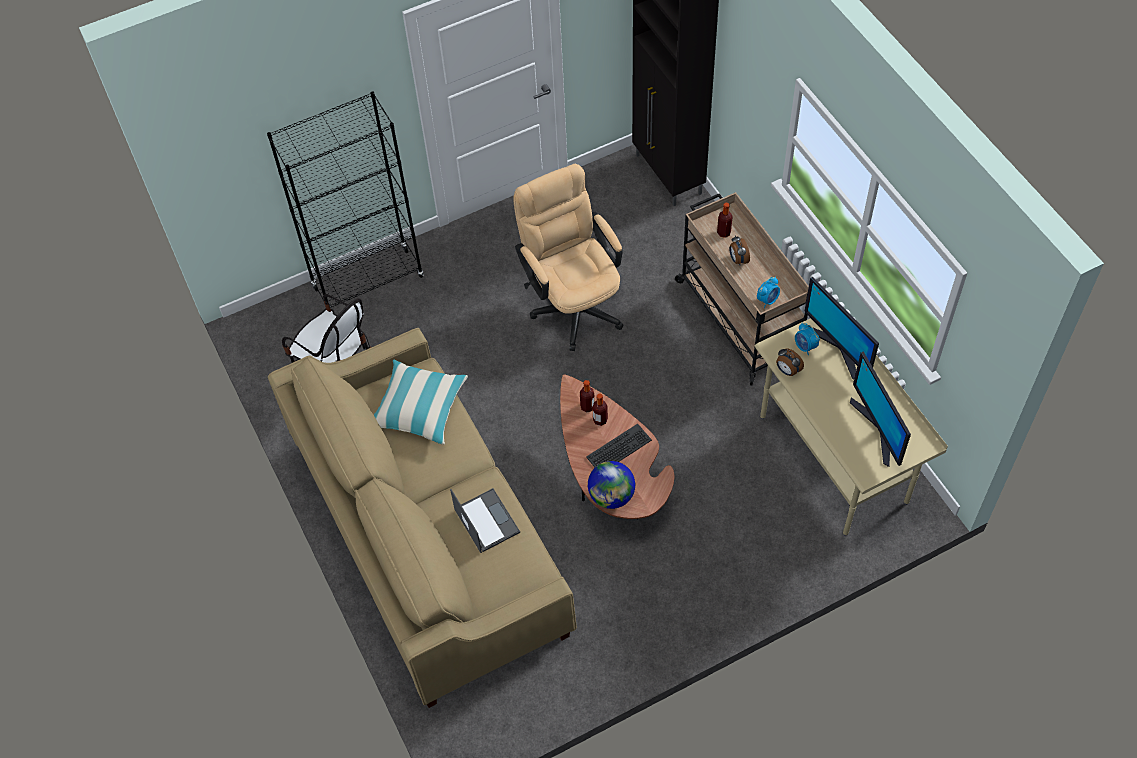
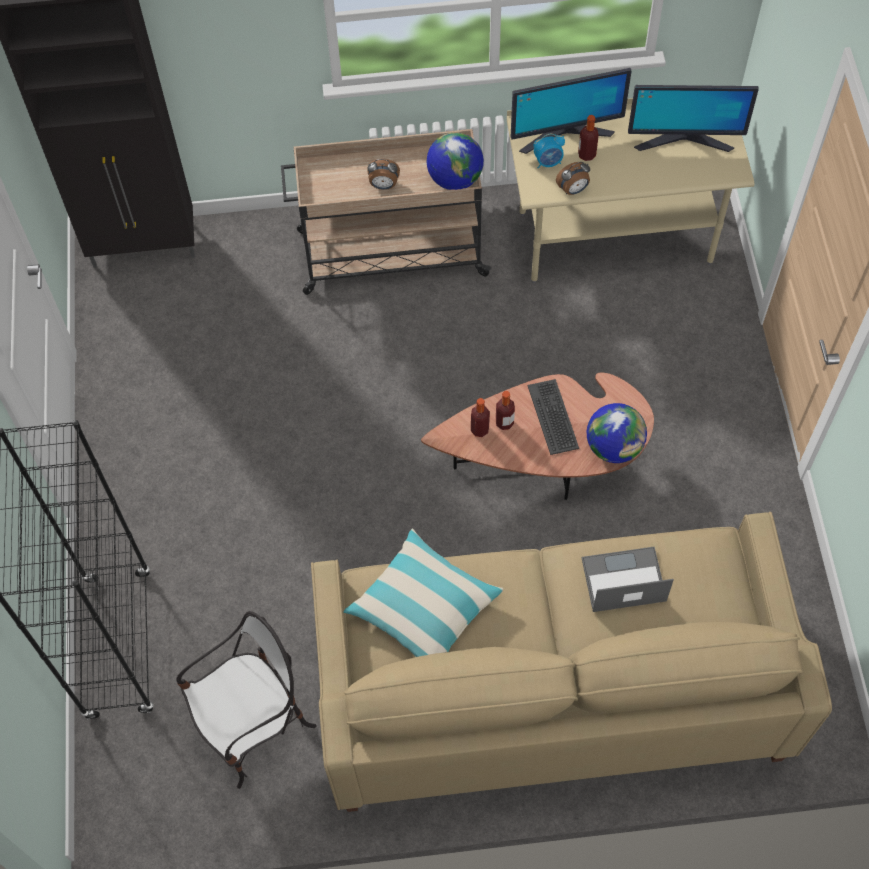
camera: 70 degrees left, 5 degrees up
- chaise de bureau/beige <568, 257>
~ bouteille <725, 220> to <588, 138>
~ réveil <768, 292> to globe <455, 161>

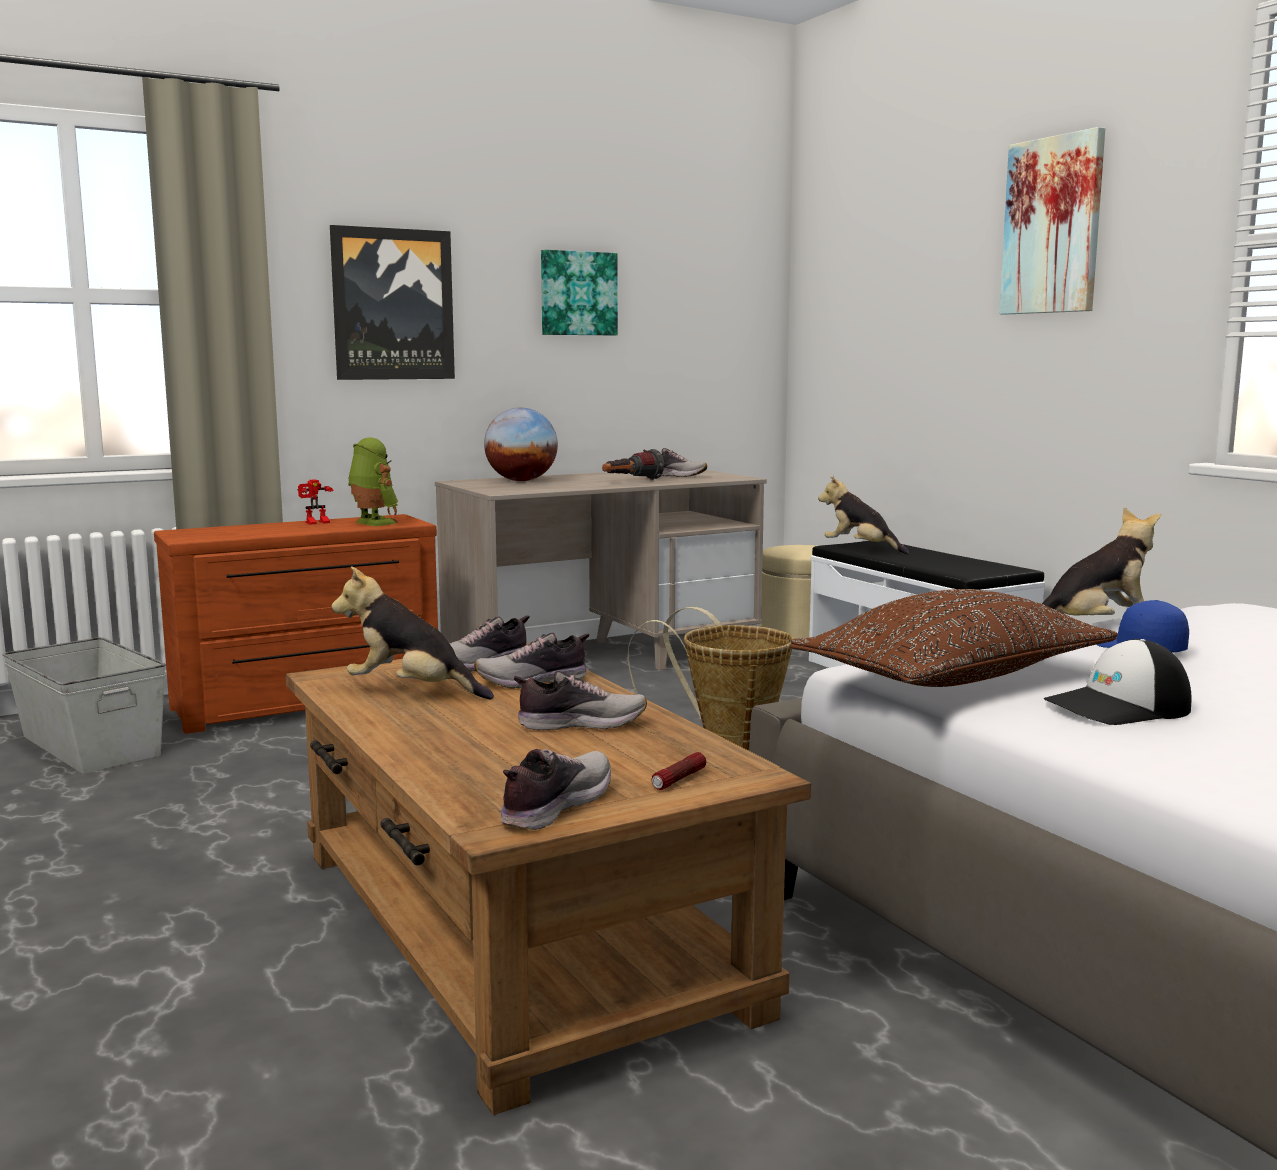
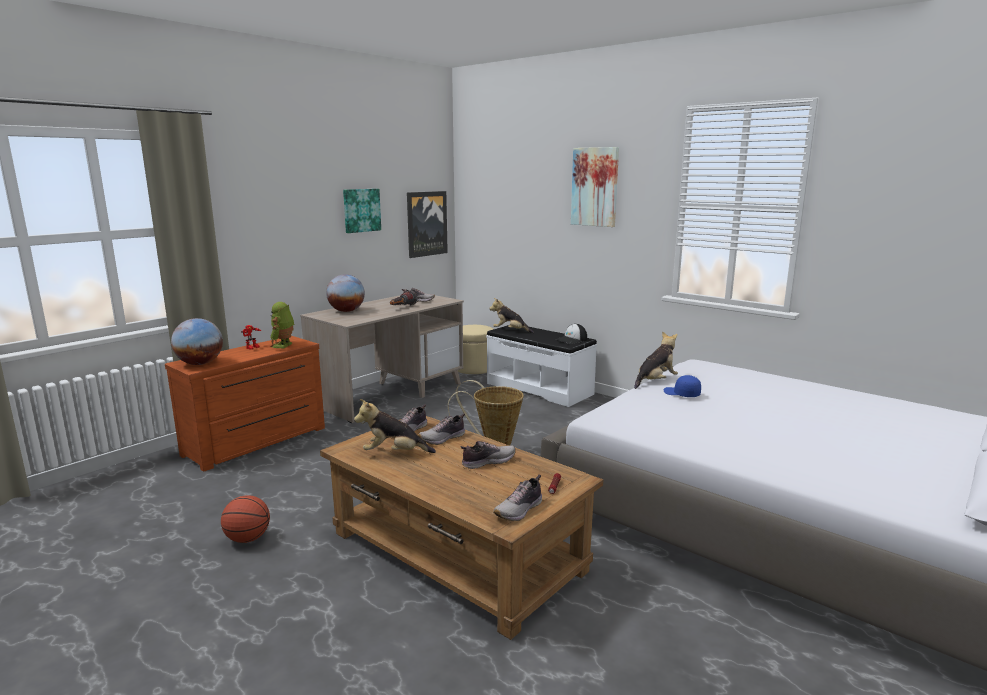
camera: 20 degrees left, 5 degrees up
- boîte de rangement/gris <84, 705>
~ tableau <392, 302> to <427, 224>
~ robot jouet <373, 481> = <282, 325> 105 degrees counterclockwise
~ chaussure <556, 789> = <517, 498> 150 degrees counterclockwise
- coussin/marron <954, 638>
~ casquette <1117, 682> to <571, 334>
+ globe <197, 341>
+ ballon de basket <245, 519>

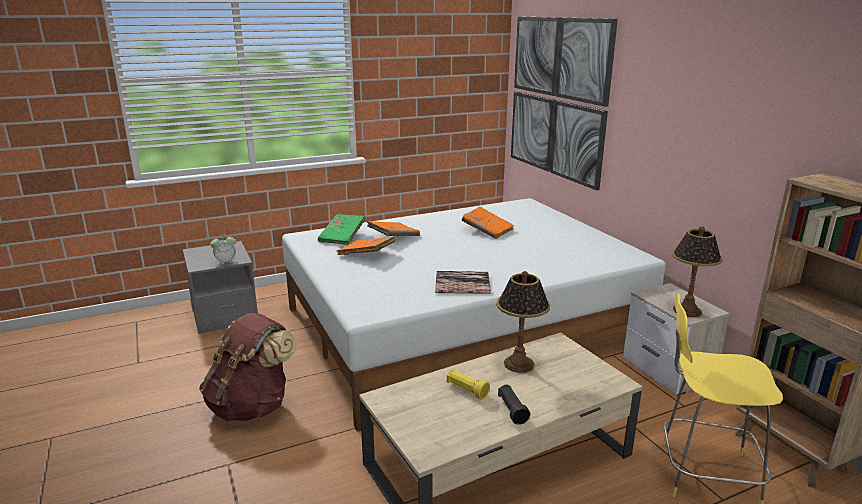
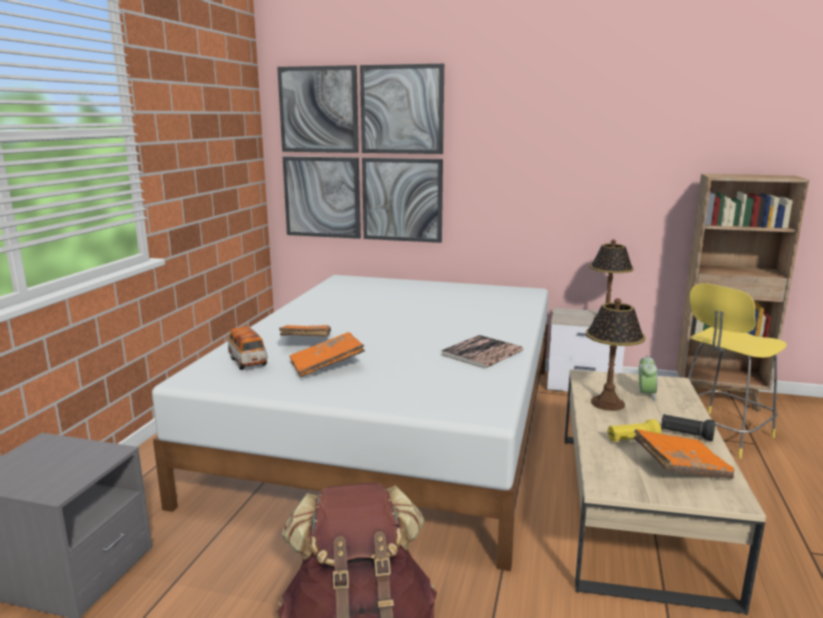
camera: 50 degrees left, 5 degrees down
~ réveil <223, 250> to <648, 378>
~ livre/vert <341, 229> to petite voiture <247, 348>
~ livre/orange <488, 223> to <683, 454>

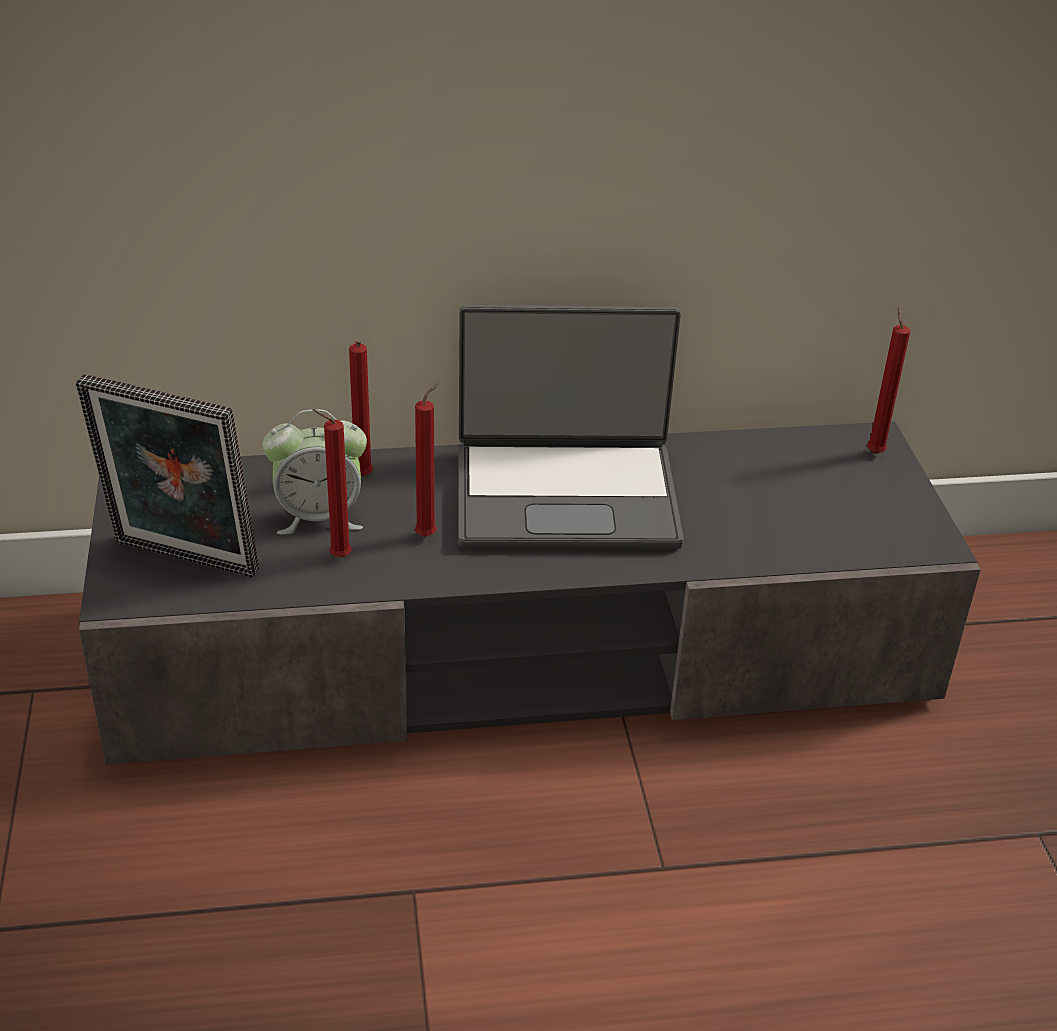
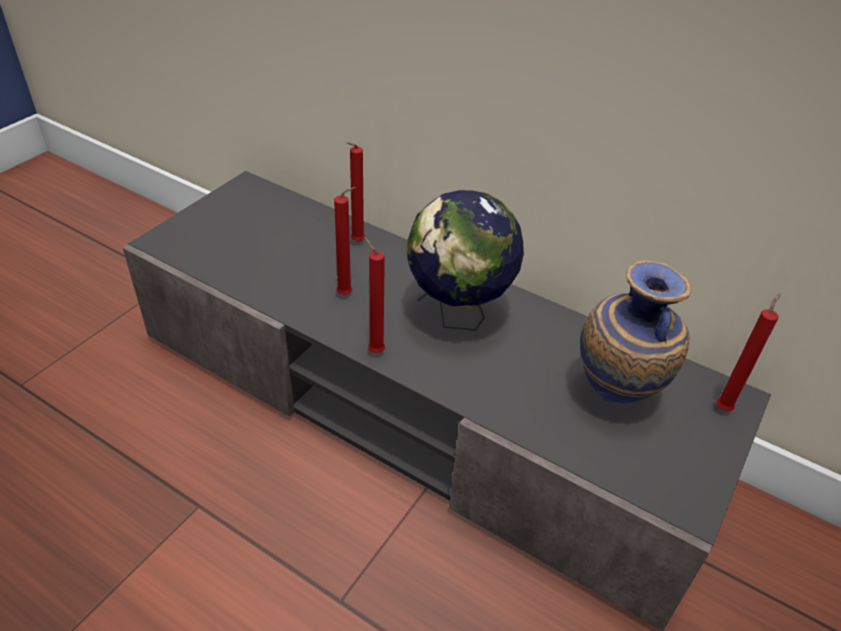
camera: 40 degrees right, 5 degrees up
- cadre photo <167, 476>
- réveil <314, 471>
~ bougie/rouge <332, 483> to <374, 295>
~ ordinateur portable <571, 427> to globe <465, 260>
+ vase <635, 331>

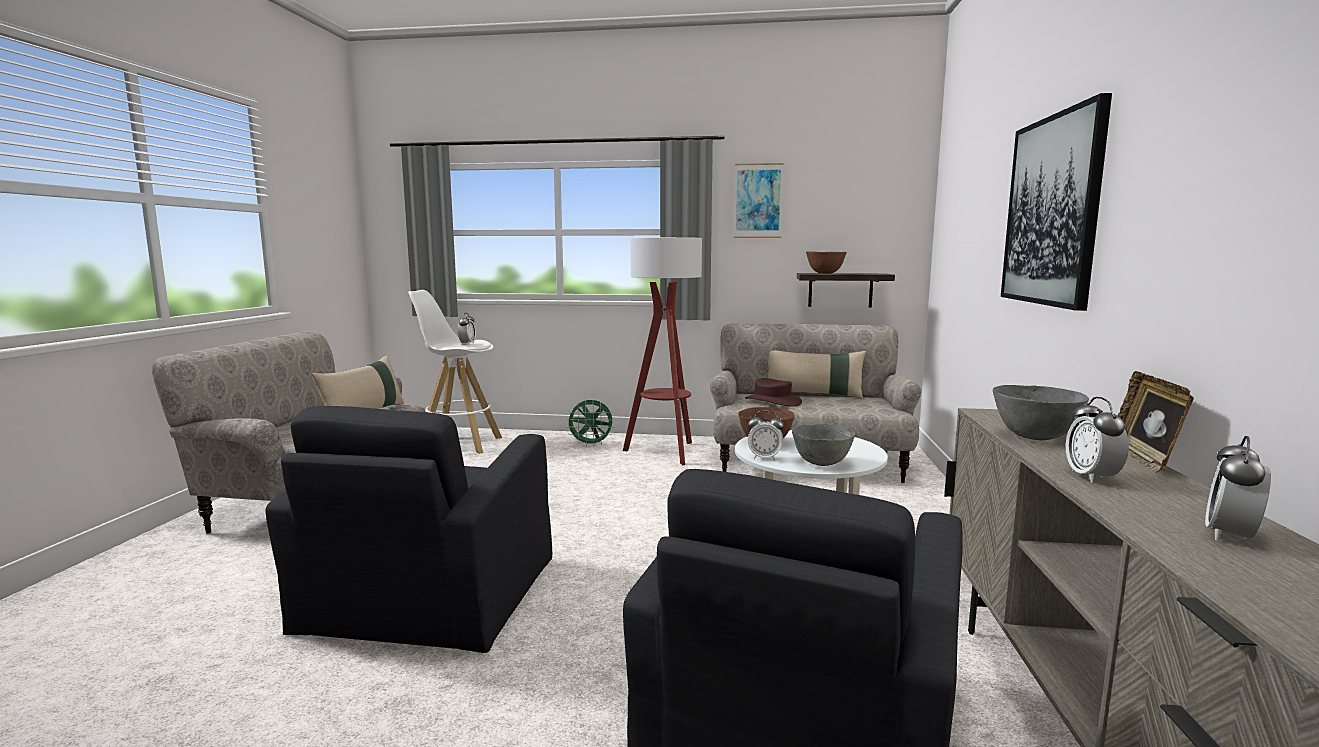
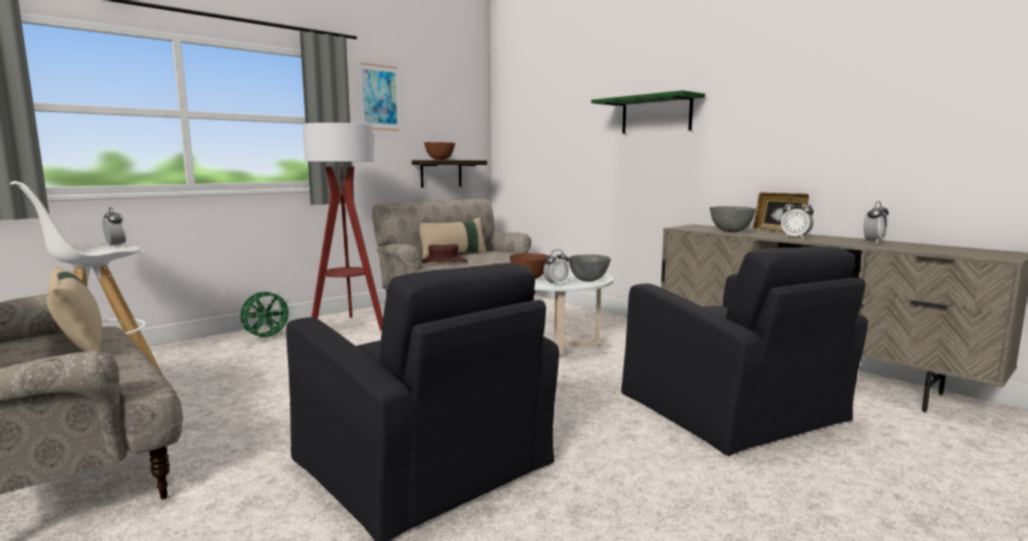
camera: 50 degrees left, 0 degrees up
~ tableau <1056, 202> to étagère/vert <648, 112>
~ réveil <1238, 488> = <876, 222> 120 degrees counterclockwise

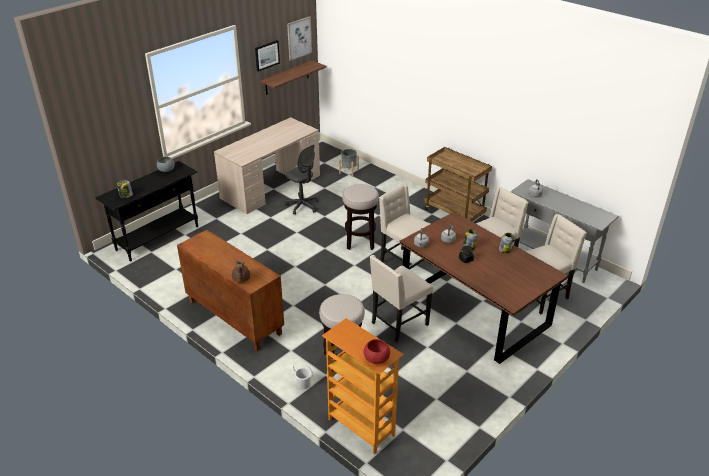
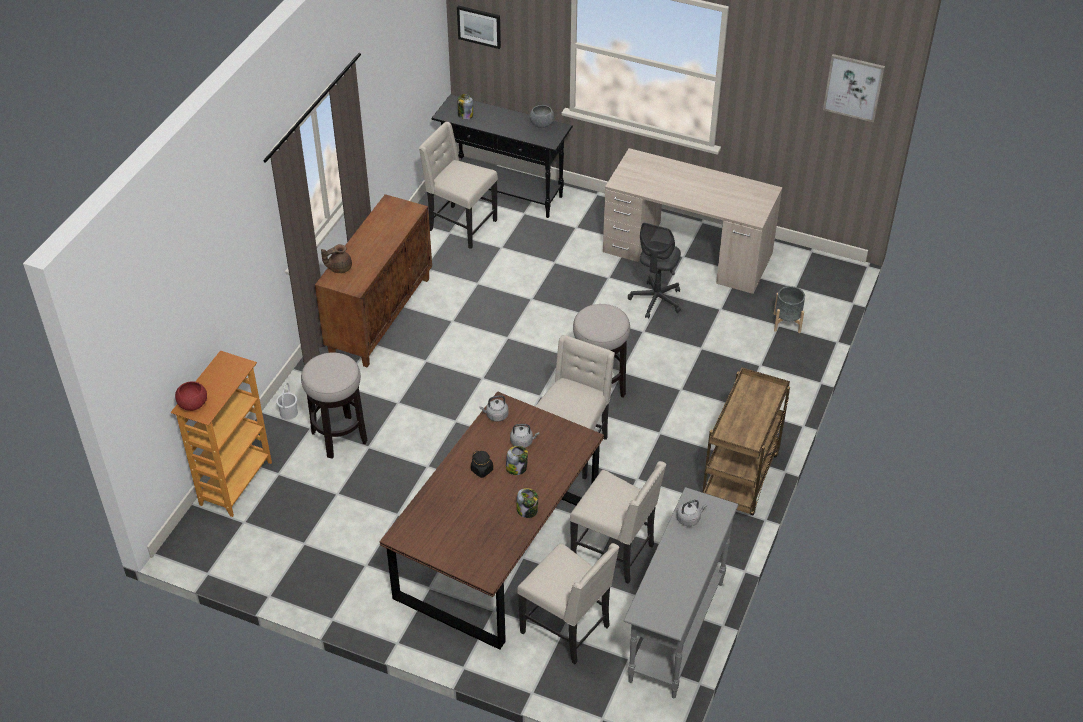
camera: 70 degrees right, 10 degrees up
~ tableau <267, 56> to <479, 27>
- étagère <293, 78>
~ chaise/beige <401, 299> to <458, 185>

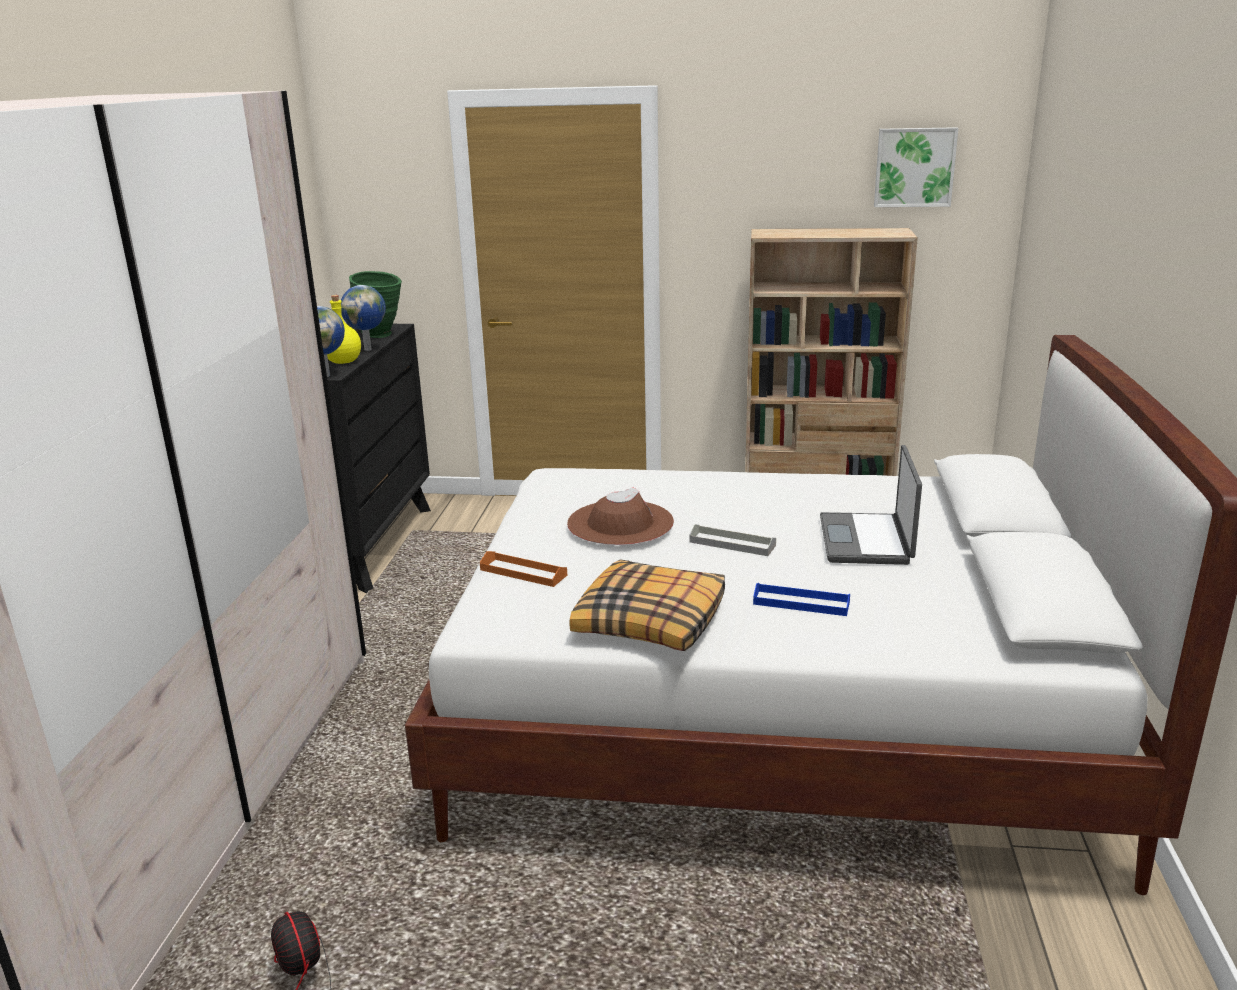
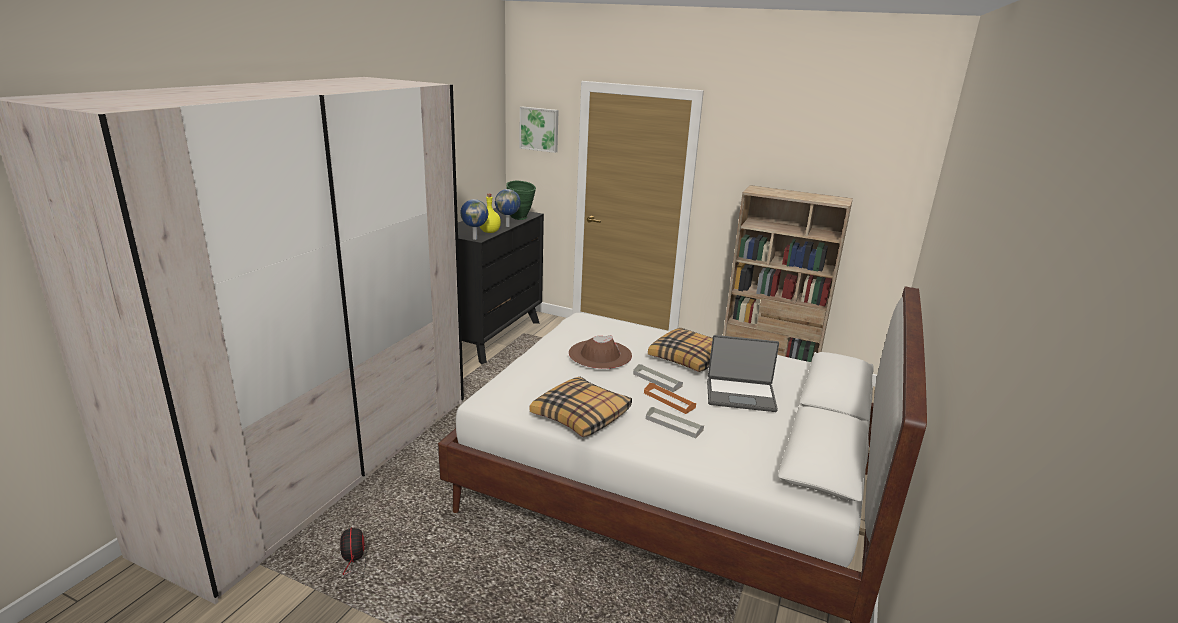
camera: 15 degrees right, 0 degrees up
~ plateau/orange <523, 569> to <670, 398>
~ plateau/bleu <801, 599> to plateau/gris <675, 422>
~ ordinateur portable <871, 505> = <743, 373> 105 degrees counterclockwise
~ tableau <916, 167> to <539, 130>
+ coussin <680, 350>

